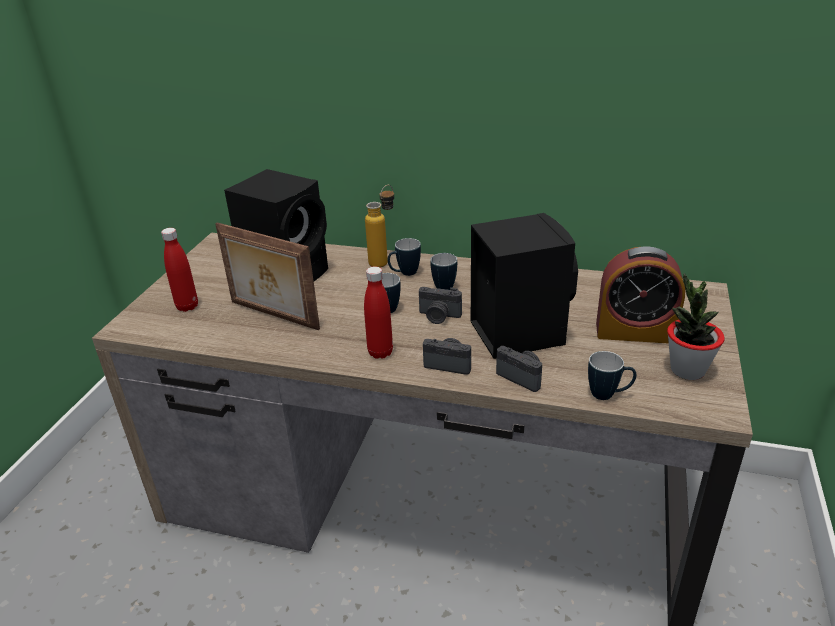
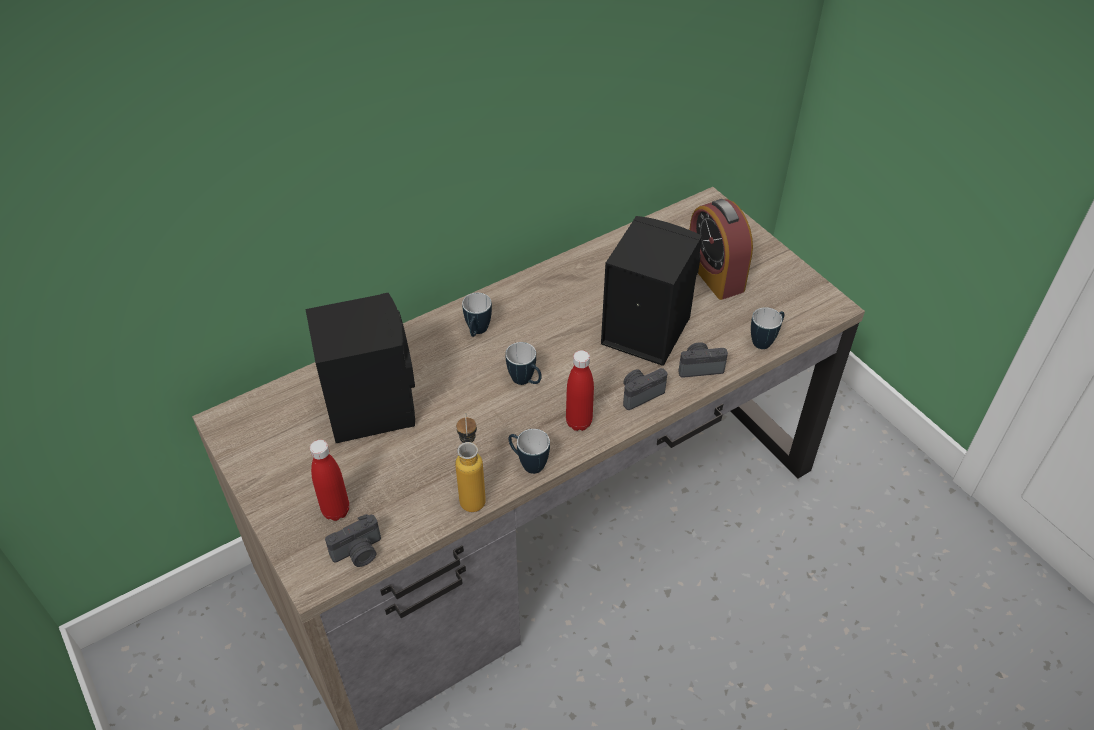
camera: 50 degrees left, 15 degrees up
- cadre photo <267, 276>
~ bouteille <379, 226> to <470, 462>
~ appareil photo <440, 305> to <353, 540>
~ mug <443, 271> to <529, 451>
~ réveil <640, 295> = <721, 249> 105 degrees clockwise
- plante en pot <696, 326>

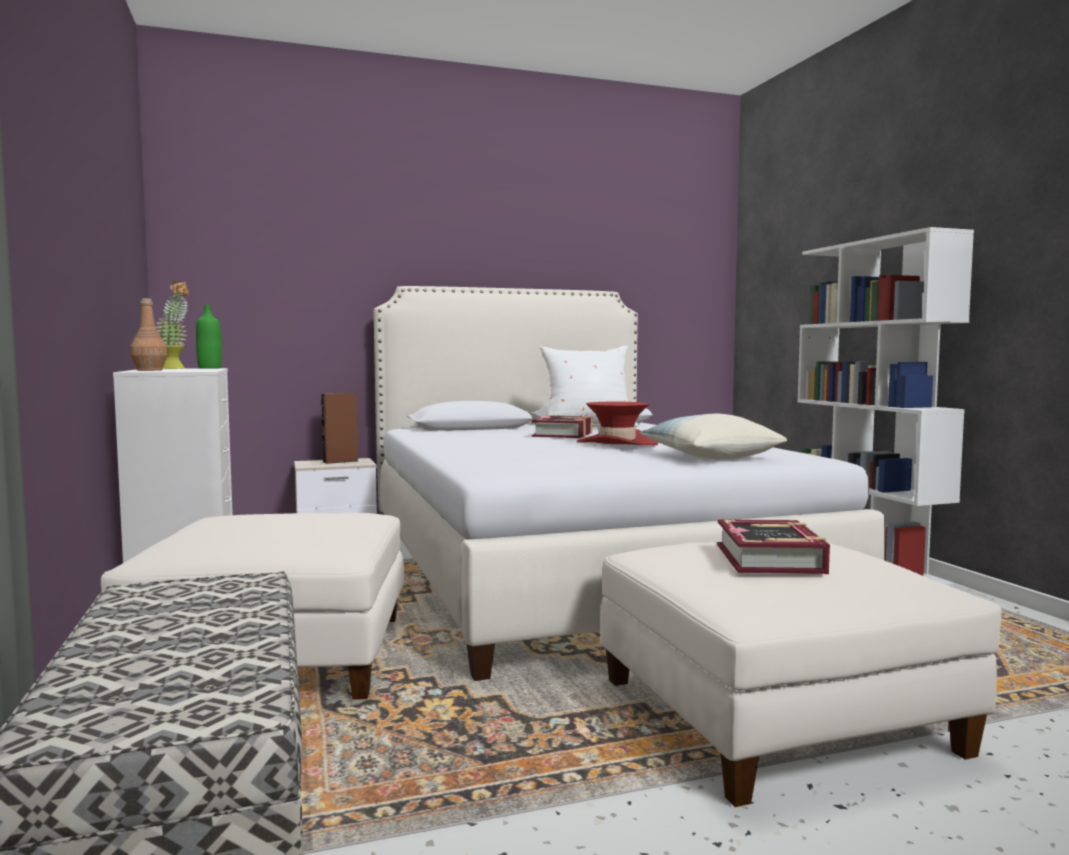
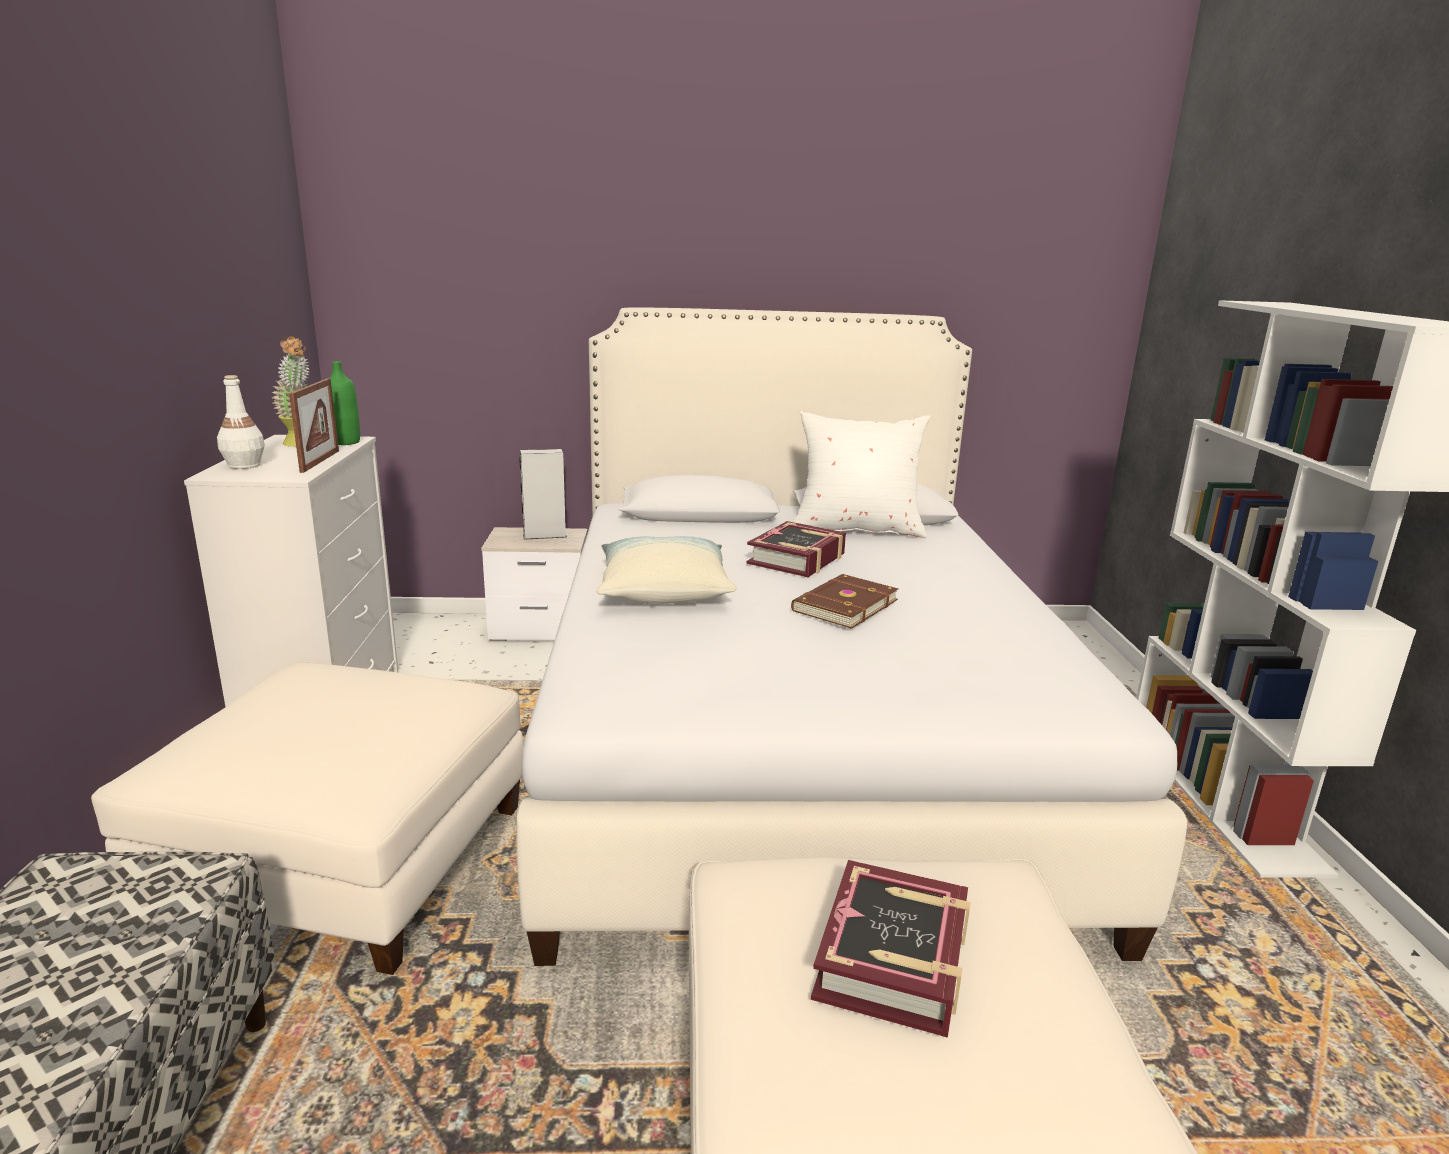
camera: 15 degrees right, 15 degrees up
~ bouteille/marron <148, 335> to bouteille/blanc <241, 422>
~ enceinte/marron <339, 428> to enceinte/gris <543, 494>
~ chapeau/rouge <617, 424> to livre/marron <844, 601>
~ coussin <713, 436> to <667, 570>
+ cadre photo <314, 425>

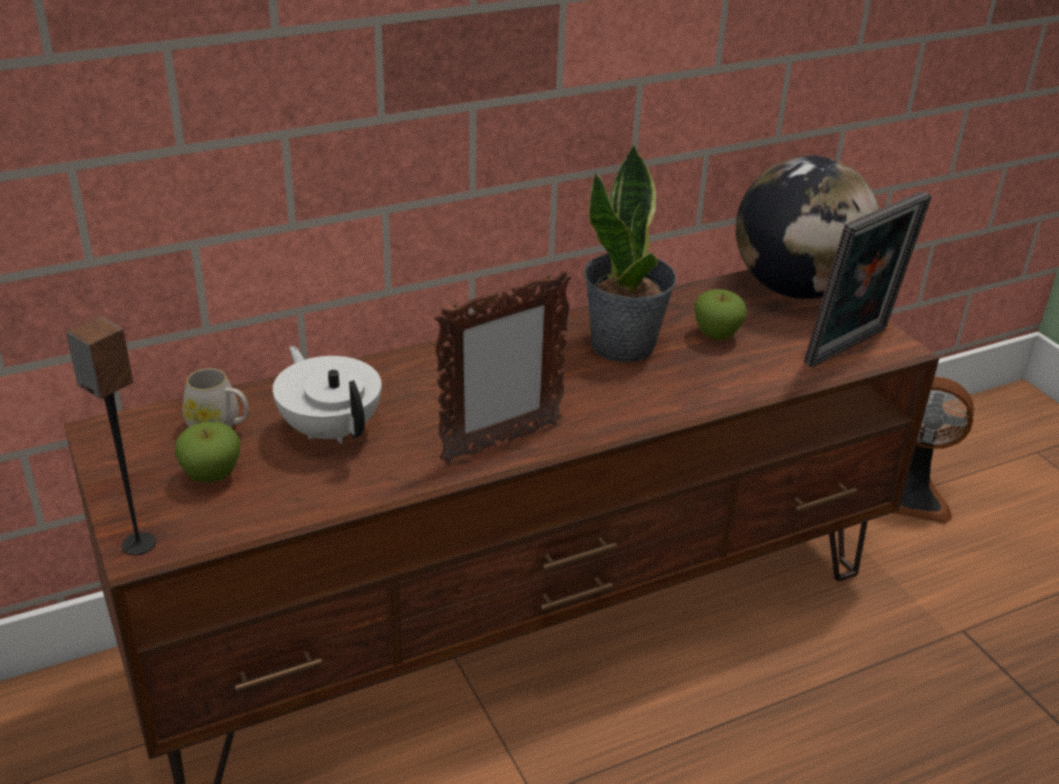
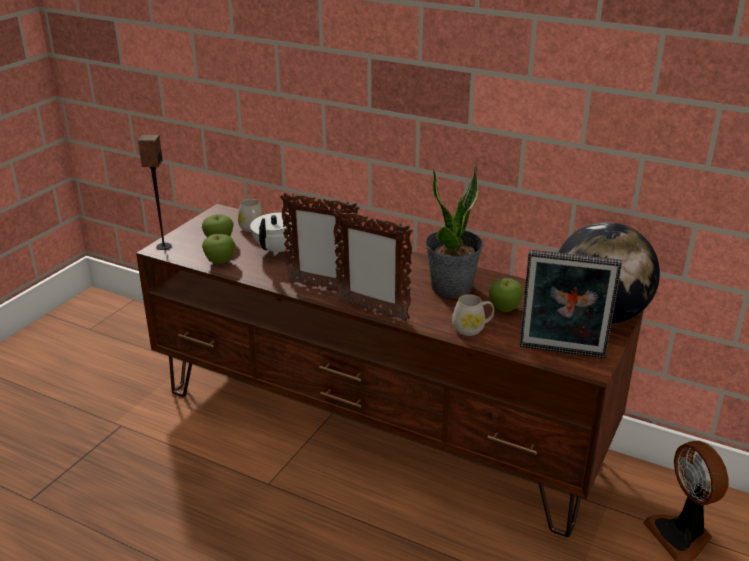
camera: 55 degrees right, 5 degrees down
+ pomme <218, 249>
+ cadre photo <373, 265>
+ mug/blanc <473, 315>

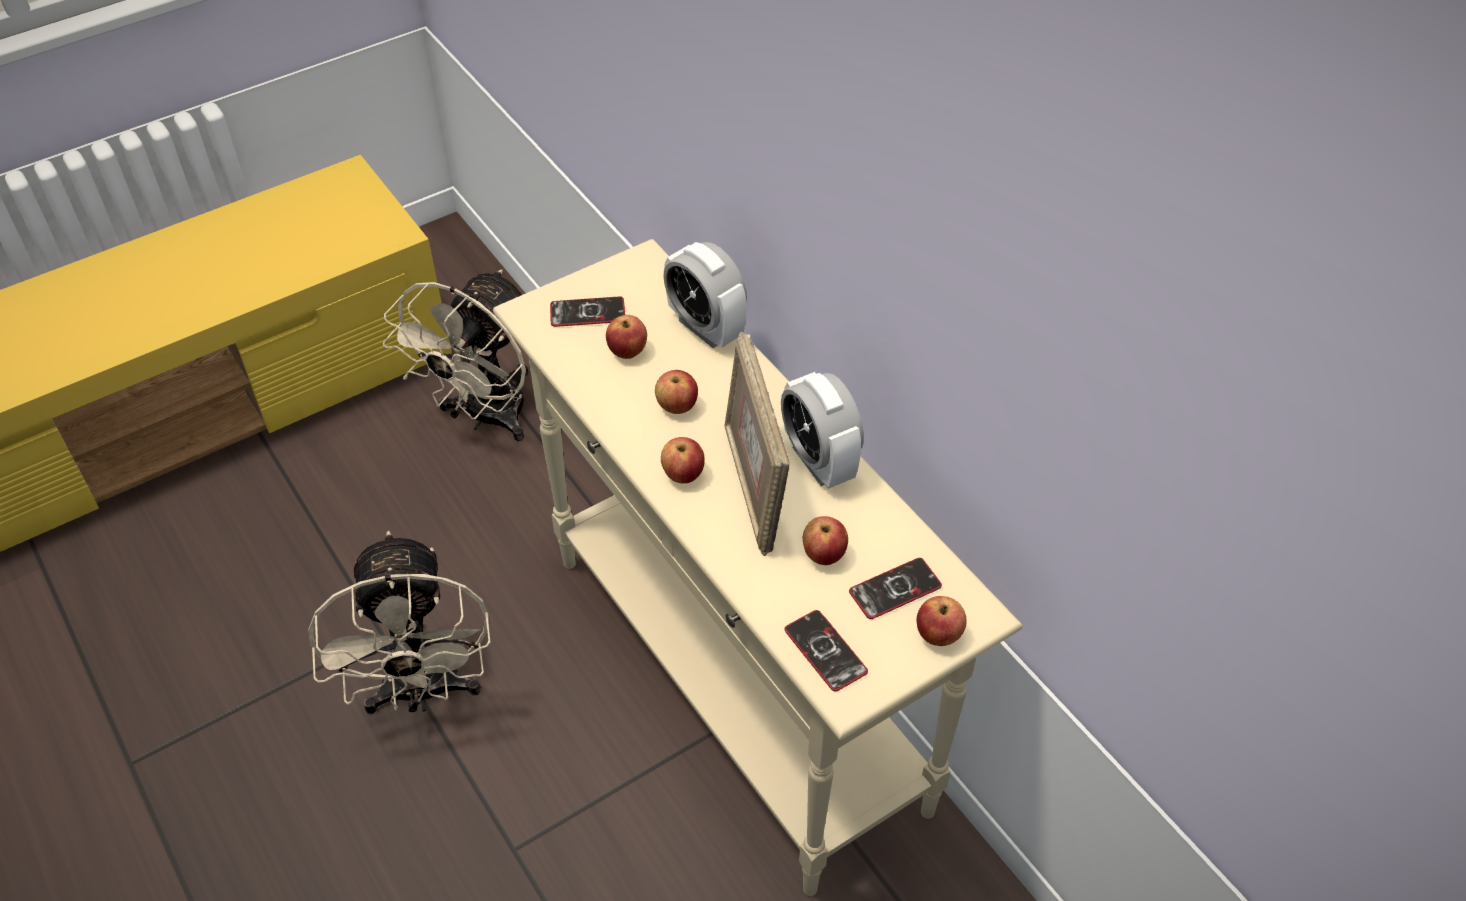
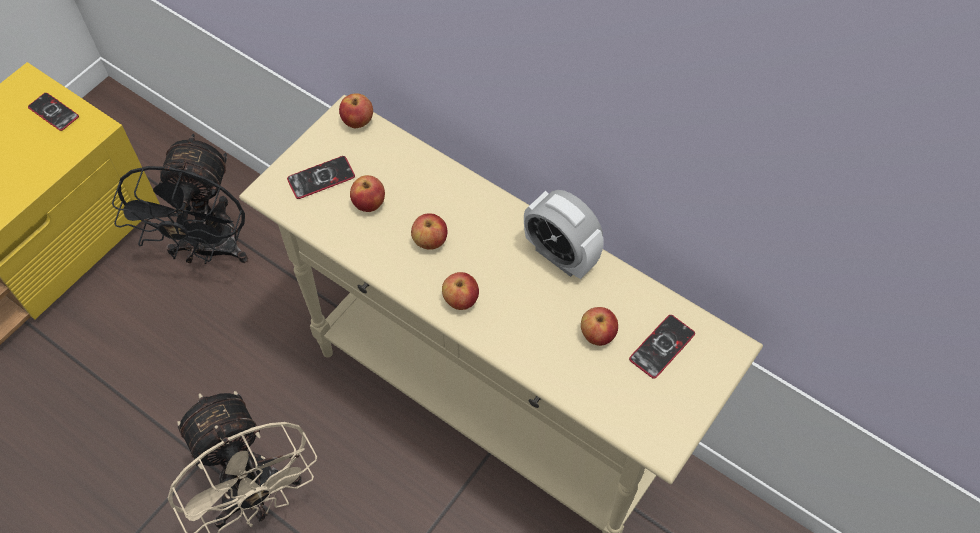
camera: 20 degrees left, 10 degrees up
~ ventilateur/beige <455, 355> to ventilateur/noir <180, 199>
- réveil <705, 295>
- cadre photo <757, 444>
~ téléphone <826, 650> to <53, 112>
~ pomme <942, 621> to <356, 110>

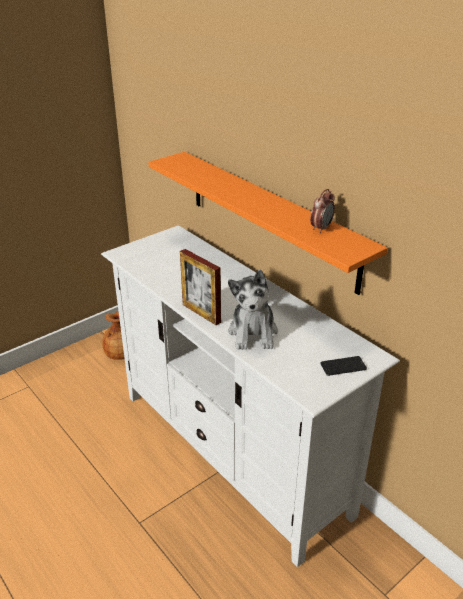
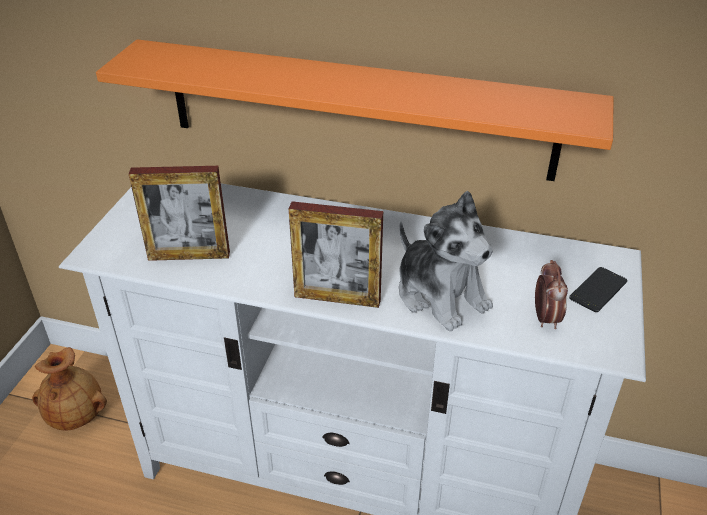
camera: 35 degrees left, 5 degrees up
~ réveil <322, 211> to <551, 294>
+ cadre photo <179, 213>

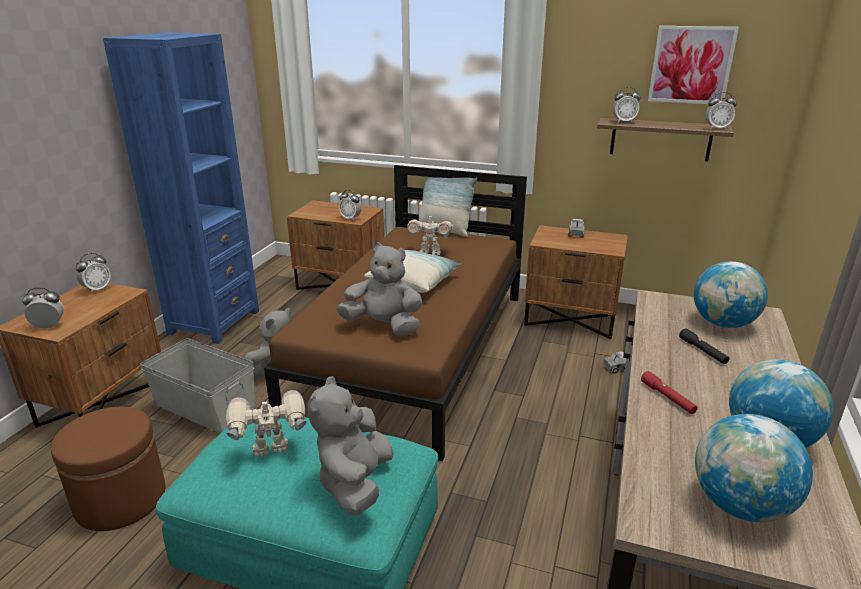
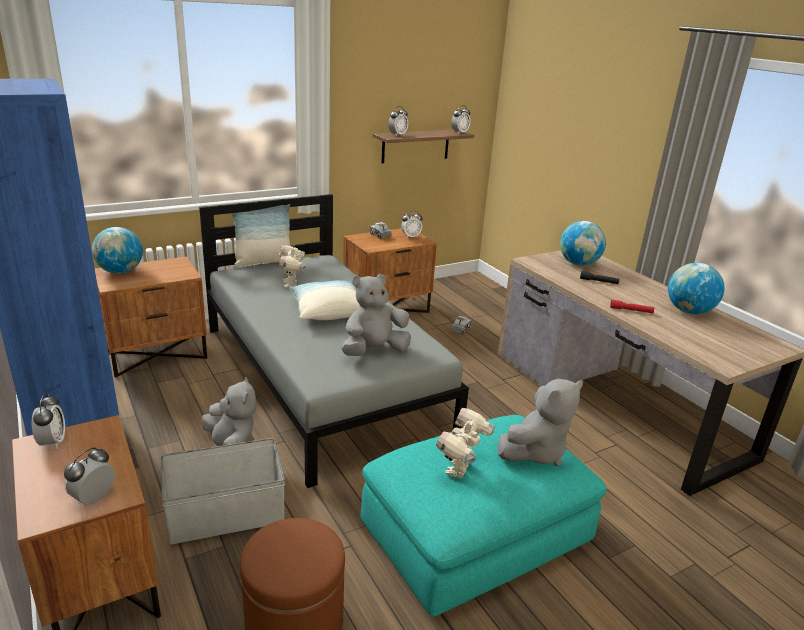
camera: 50 degrees left, 0 degrees up
~ lit/marron <395, 313> to lit/gris <334, 341>
~ peluche/gris <350, 445> = <540, 422> 90 degrees counterclockwise
~ réveil <350, 205> to <411, 224>
~ robot jouet <430, 233> = <292, 266> 120 degrees clockwise
- tableau <693, 65>
~ globe <754, 468> to <117, 250>

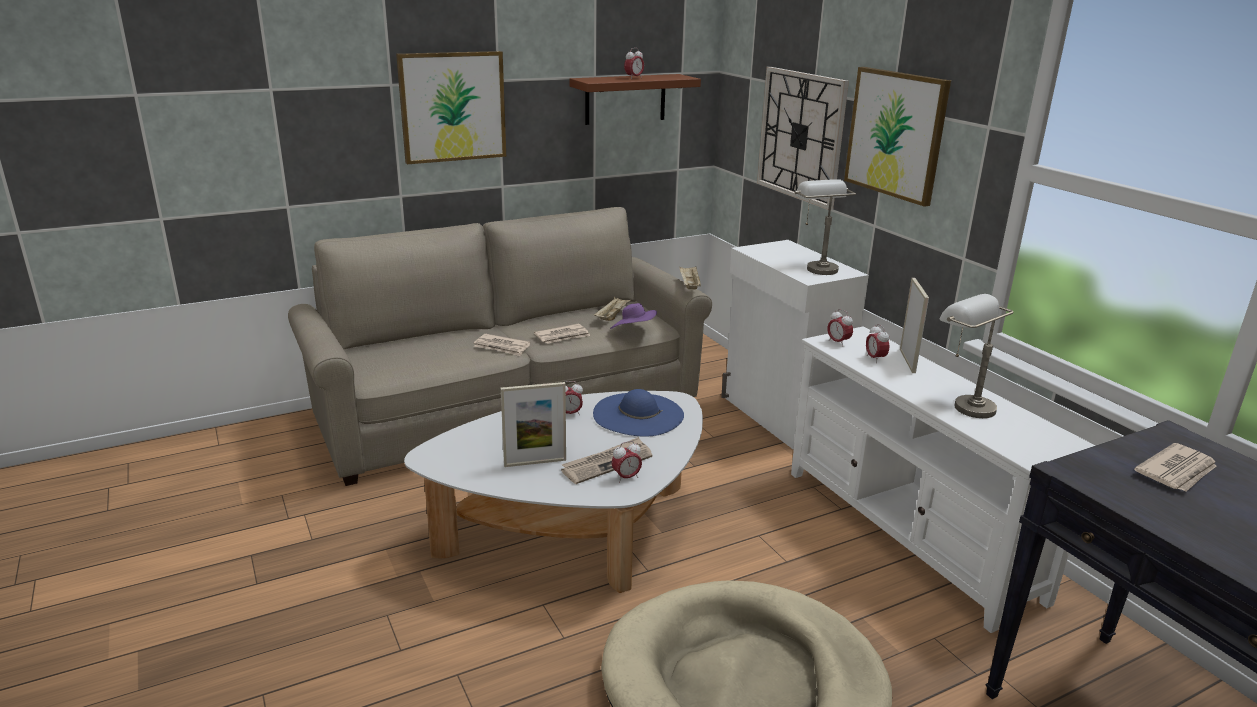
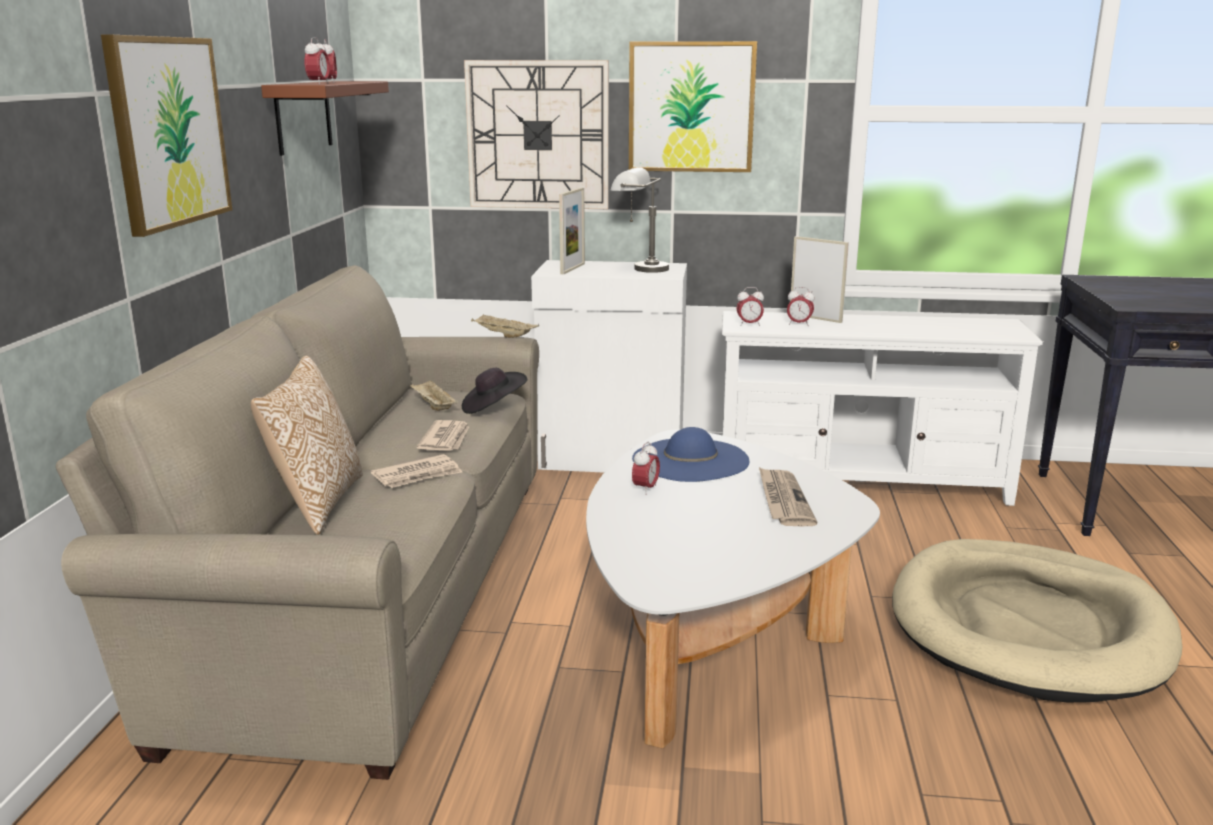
camera: 55 degrees left, 5 degrees down
~ cadre photo <533, 424> to <572, 231>
~ chapeau/violet <633, 316> to chapeau/noir <494, 391>
~ réveil <627, 462> to <317, 60>
- lampe de table/gris <976, 356>
- journal <1175, 467>
+ coussin <307, 445>

